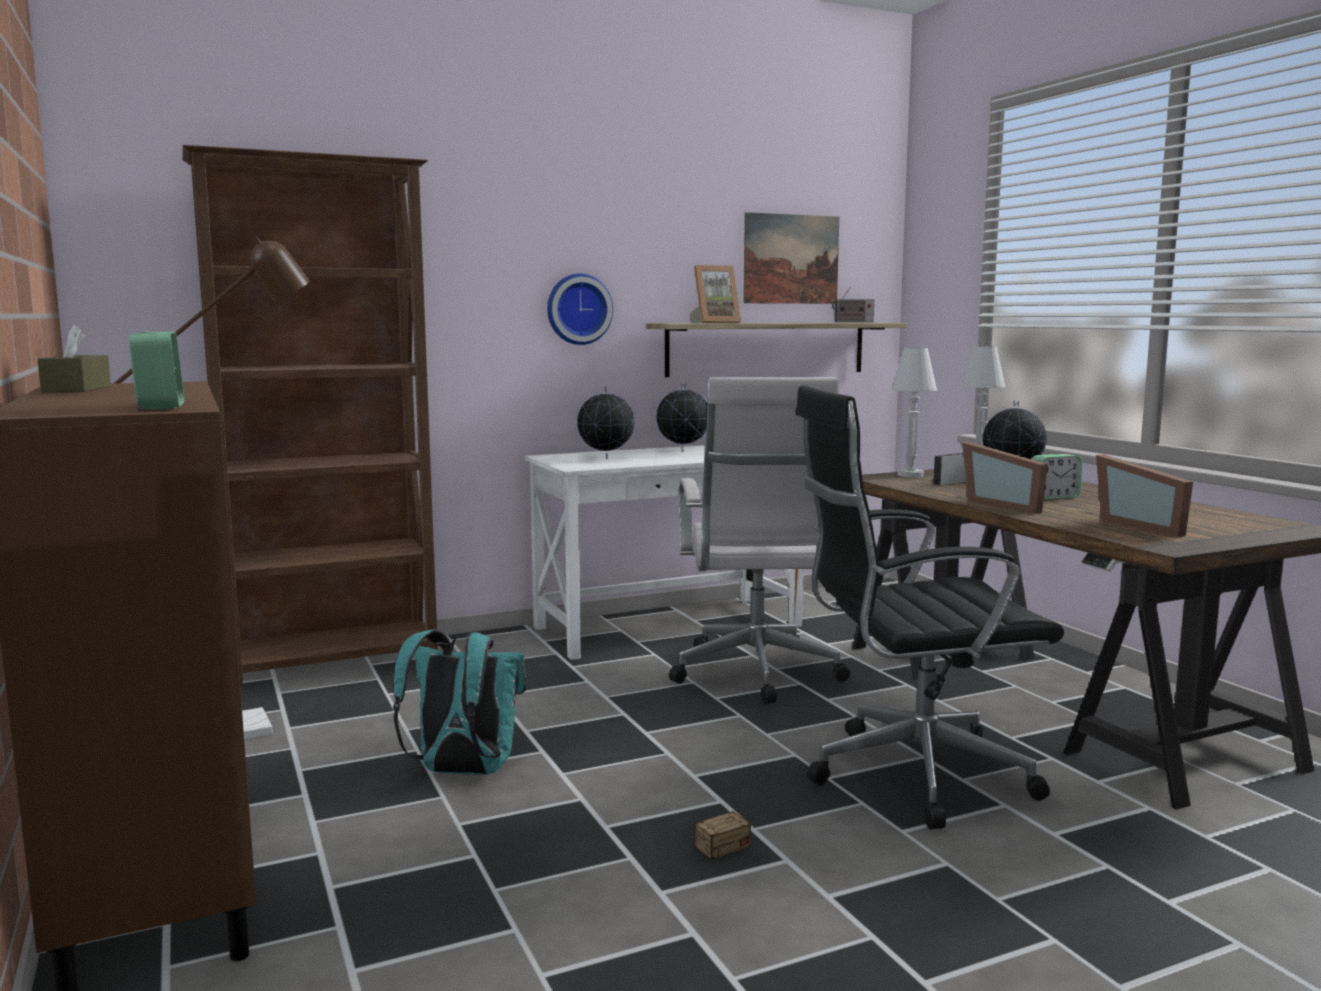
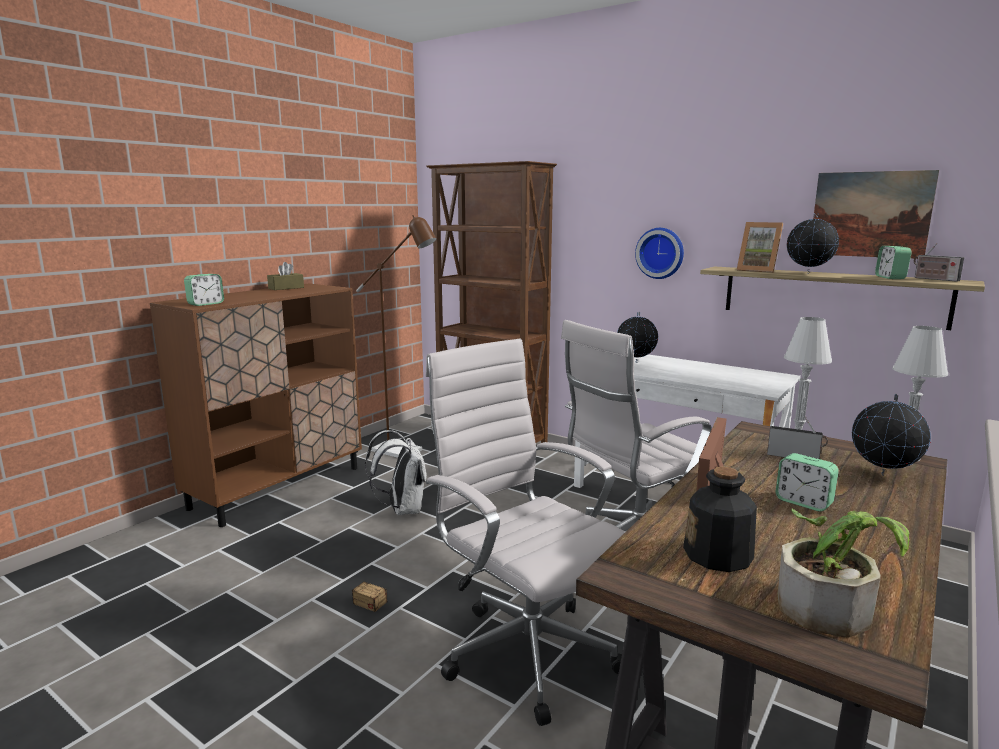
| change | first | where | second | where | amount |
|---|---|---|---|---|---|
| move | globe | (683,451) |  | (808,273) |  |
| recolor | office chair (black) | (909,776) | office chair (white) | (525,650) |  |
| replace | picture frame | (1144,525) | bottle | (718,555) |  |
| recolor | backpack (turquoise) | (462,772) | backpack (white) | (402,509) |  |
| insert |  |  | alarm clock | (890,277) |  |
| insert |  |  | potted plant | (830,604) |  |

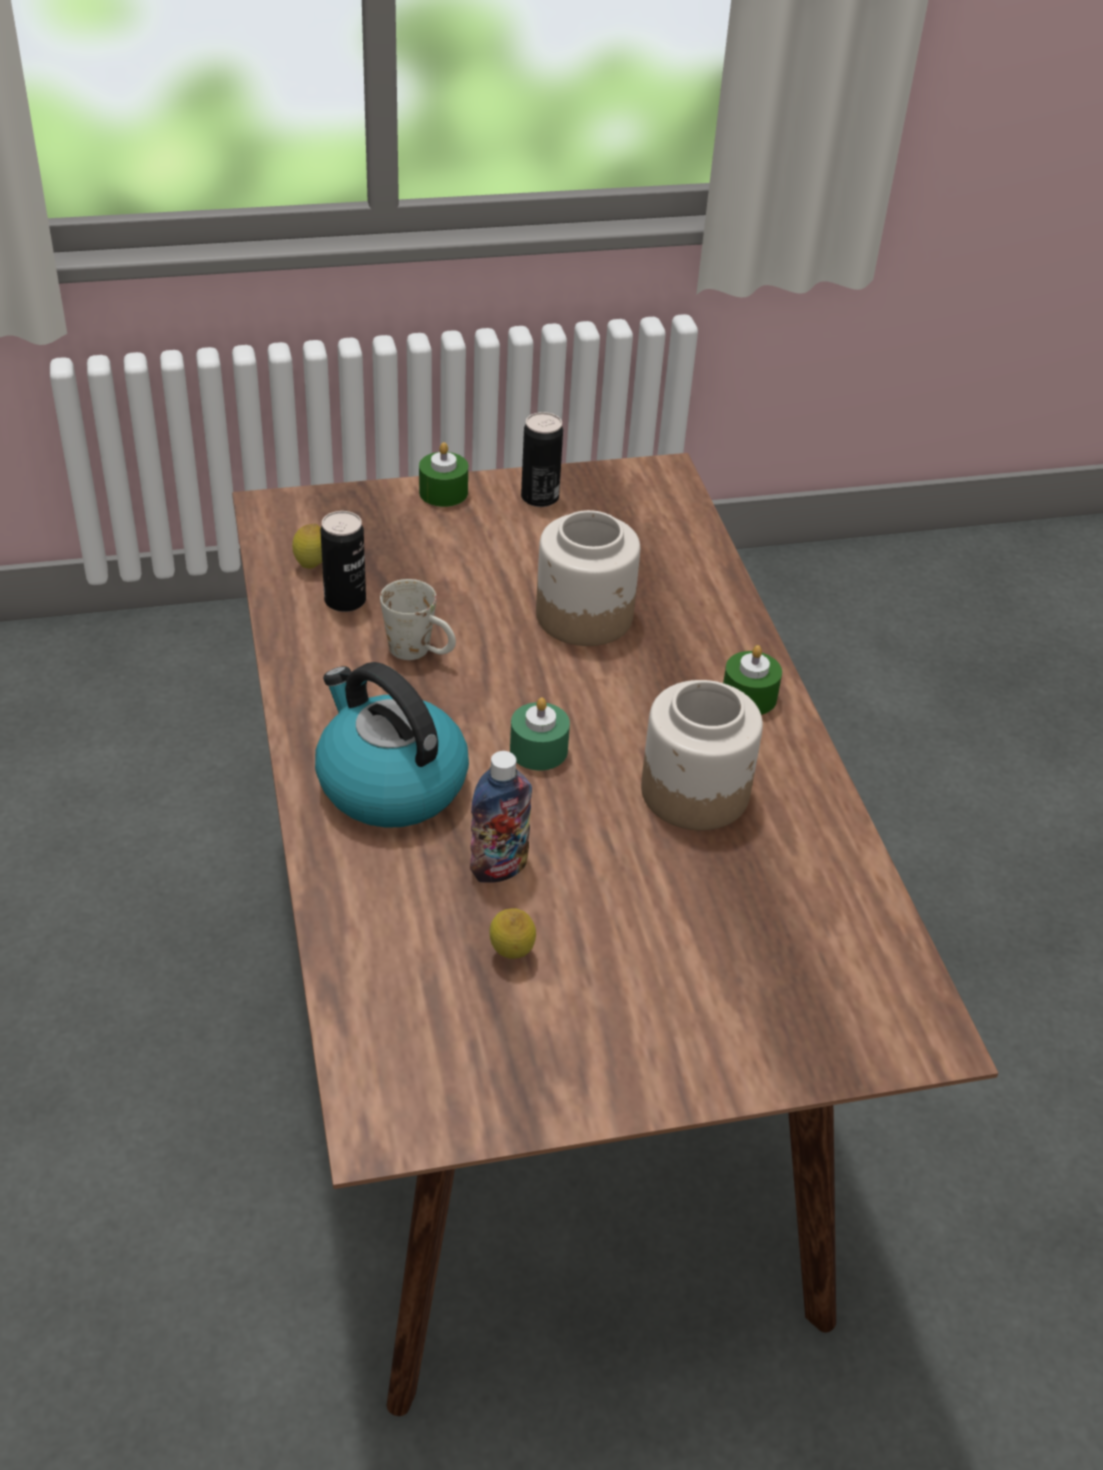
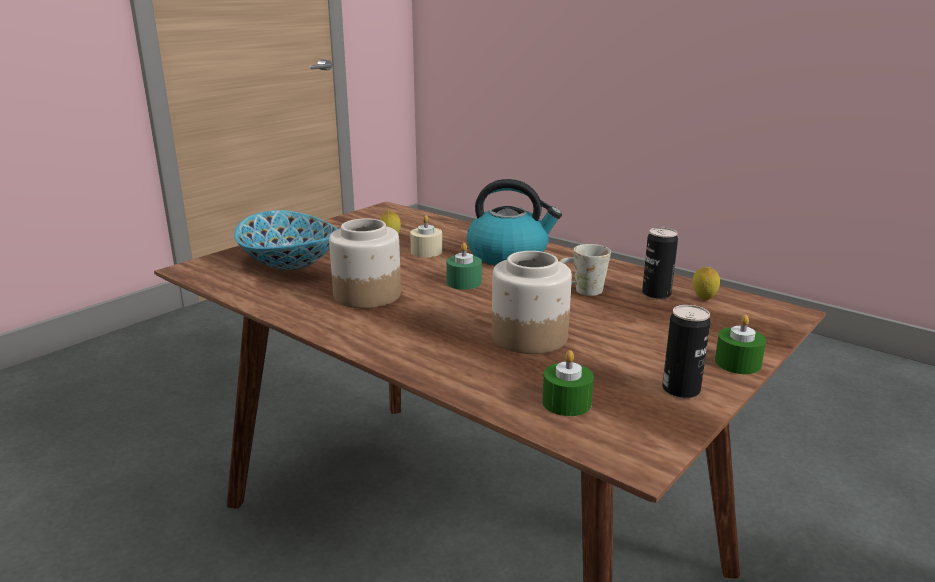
| change | first | where | second | where | amount |
|---|---|---|---|---|---|
| move | candle (green) | (749,697) |  | (566,402) |  |
| replace | bottle | (499,868) | candle (beige) | (426,251) |  |
| insert |  |  | bowl | (291,262) |  |

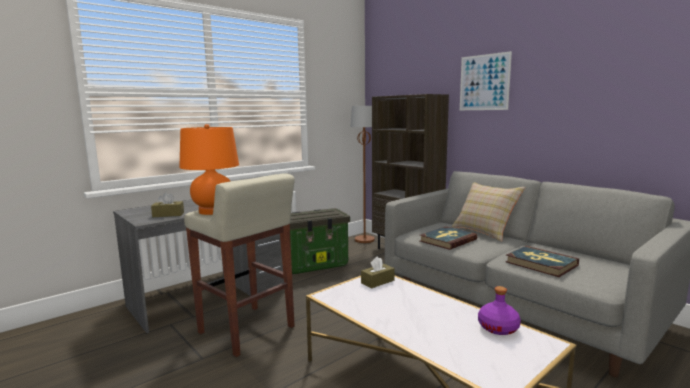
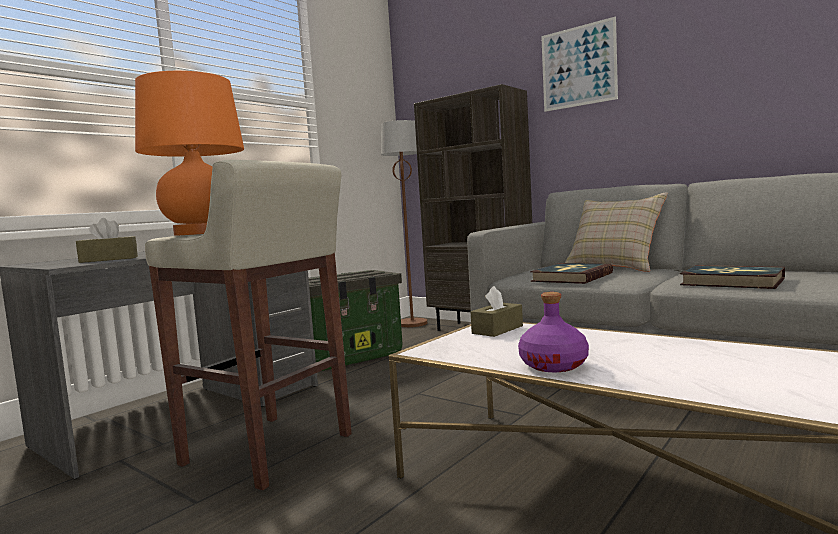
| change | first | where | second | where | amount |
|---|---|---|---|---|---|
| move | bottle (purple) | (498,328) |  | (553,365) |  |

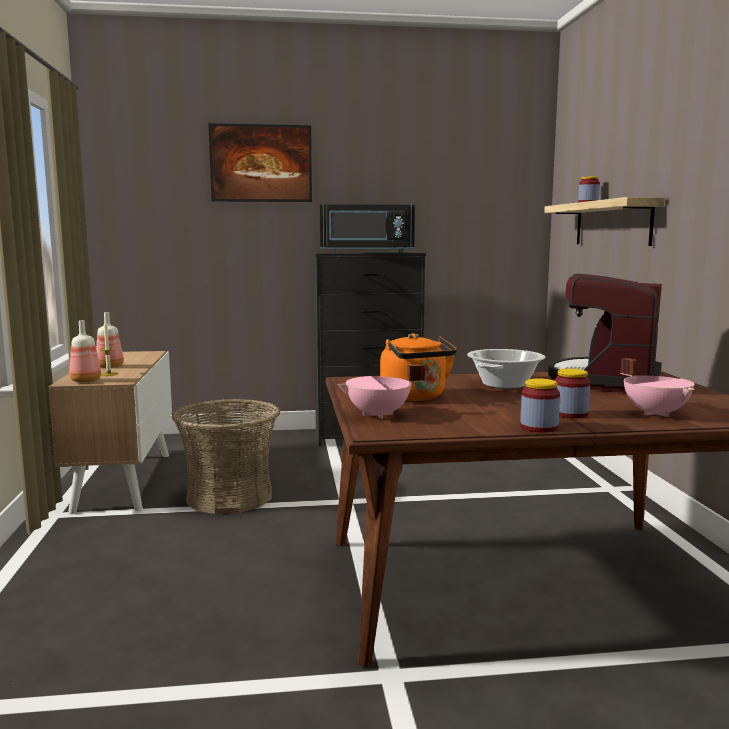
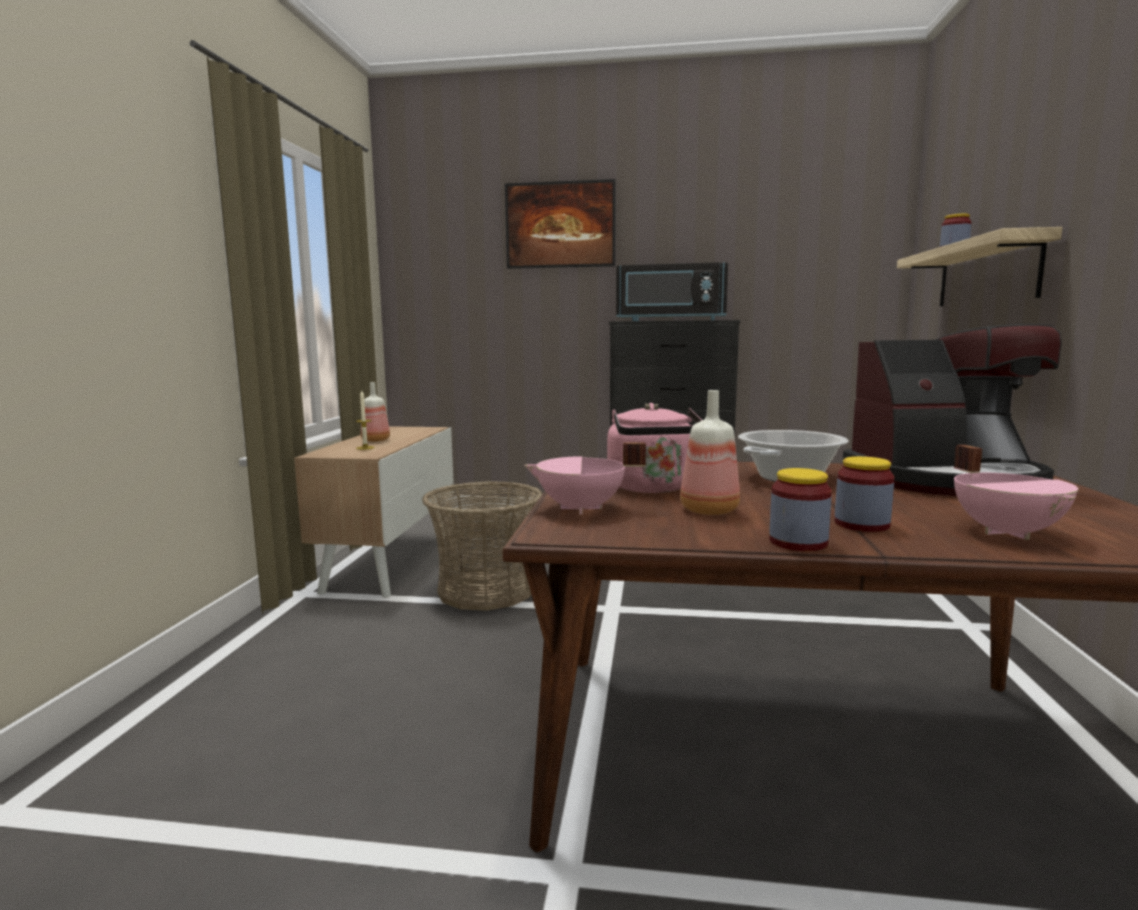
| change | first | where | second | where | amount |
|---|---|---|---|---|---|
| rotate | coffee machine | (606,381) |  | (945,480) | 135 degrees counterclockwise |
| move | bottle | (85,381) |  | (709,511) |  |
| recolor | kettle (orange) | (415,397) | kettle (pink) | (653,488) |  |

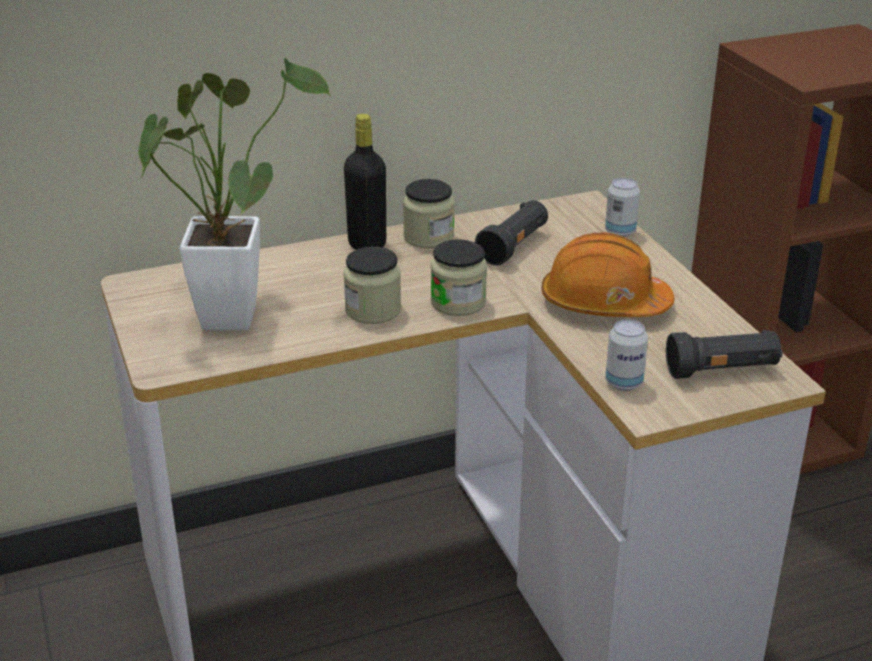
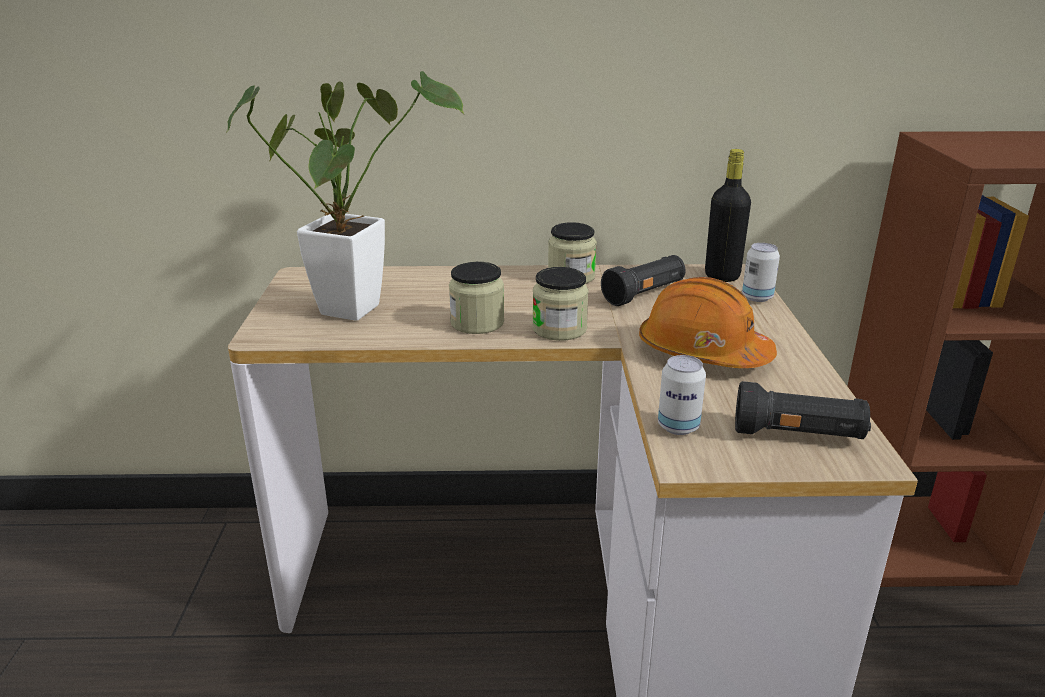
| change | first | where | second | where | amount |
|---|---|---|---|---|---|
| move | bottle (black) | (367,244) |  | (722,276) |  |

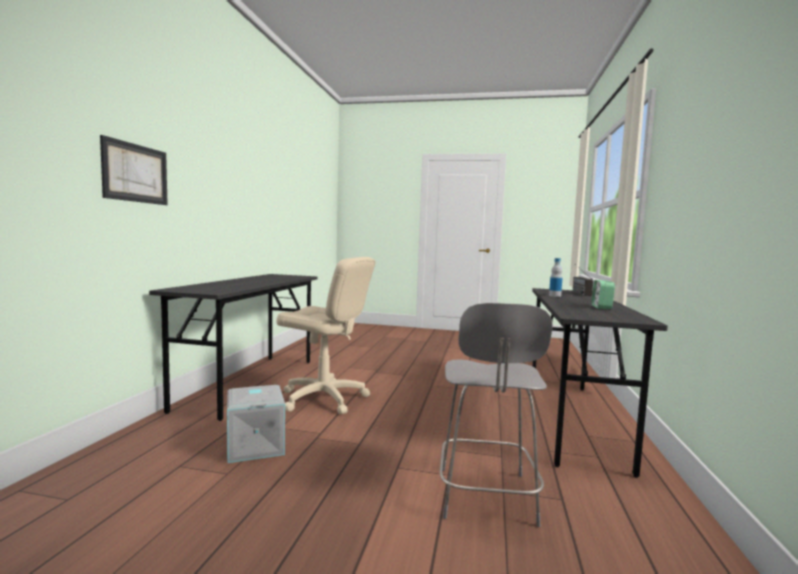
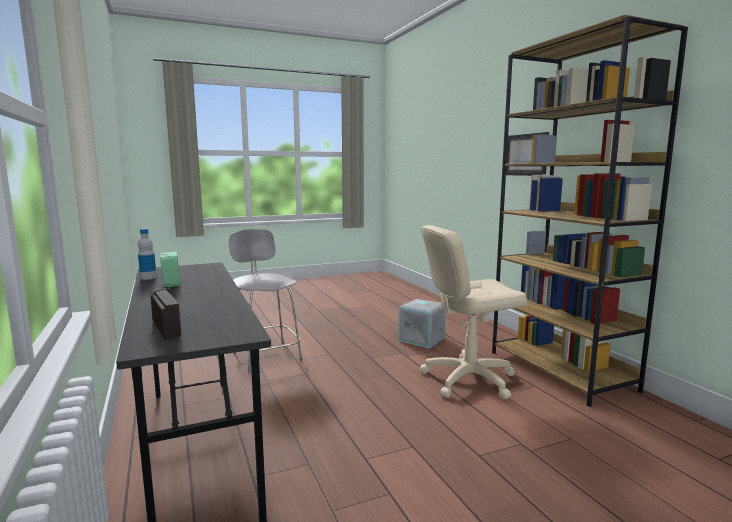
| change | first | where | second | where | amount |
|---|---|---|---|---|---|
| move | bottle | (555,296) |  | (148,277) |  |
| replace | desk (grey) | (250,383) | bookcase (brown) | (561,371) |  |

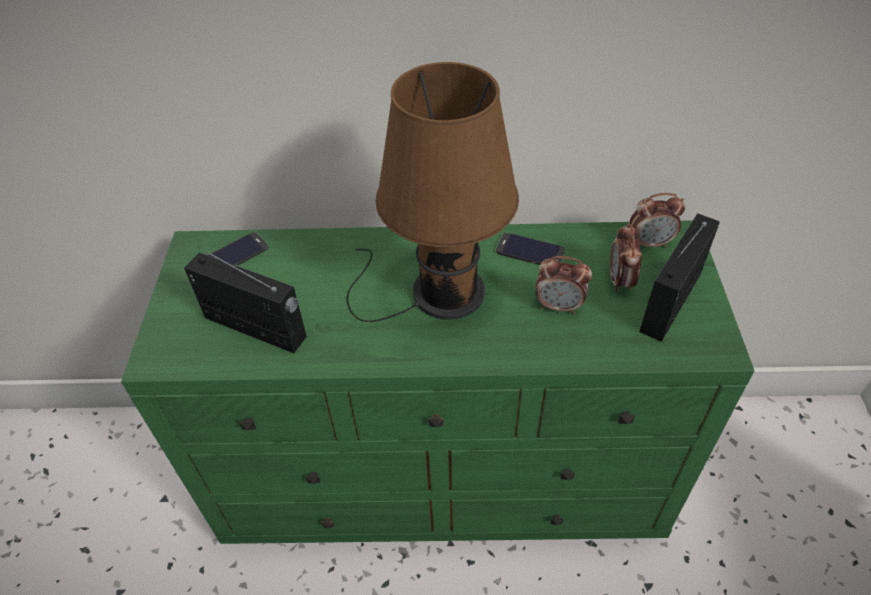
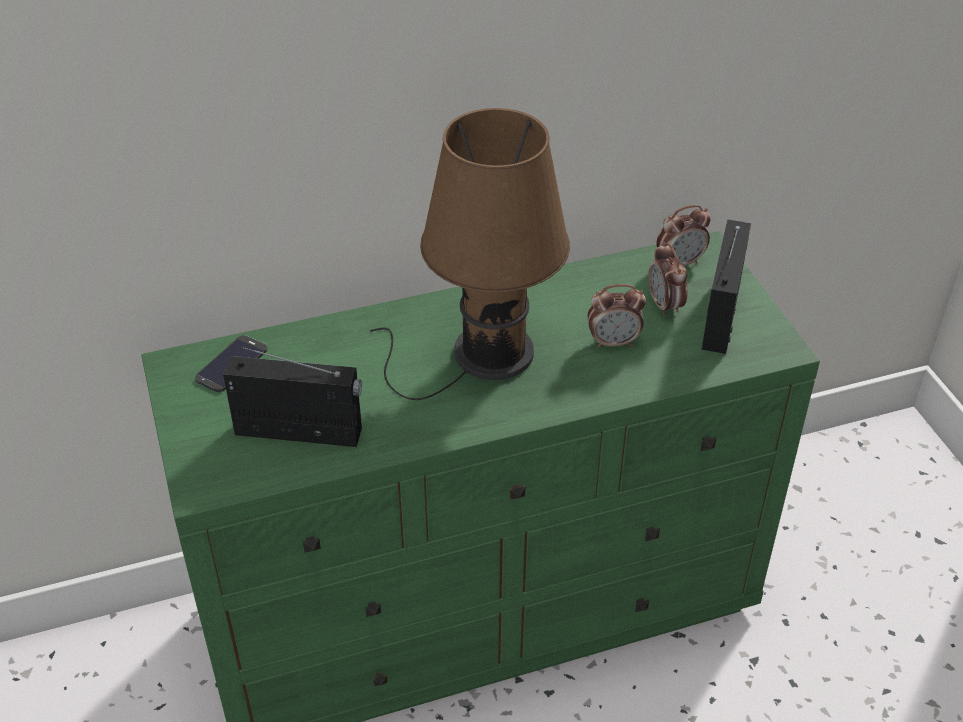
| change | first | where | second | where | amount |
|---|---|---|---|---|---|
| delete | phone | (530,251) |  |  |  |

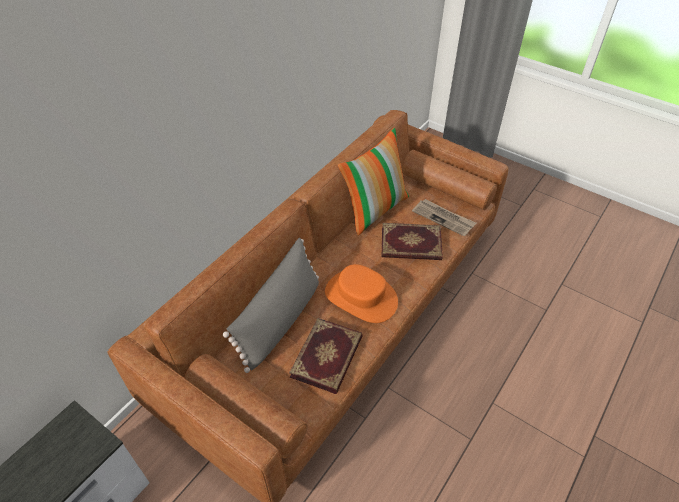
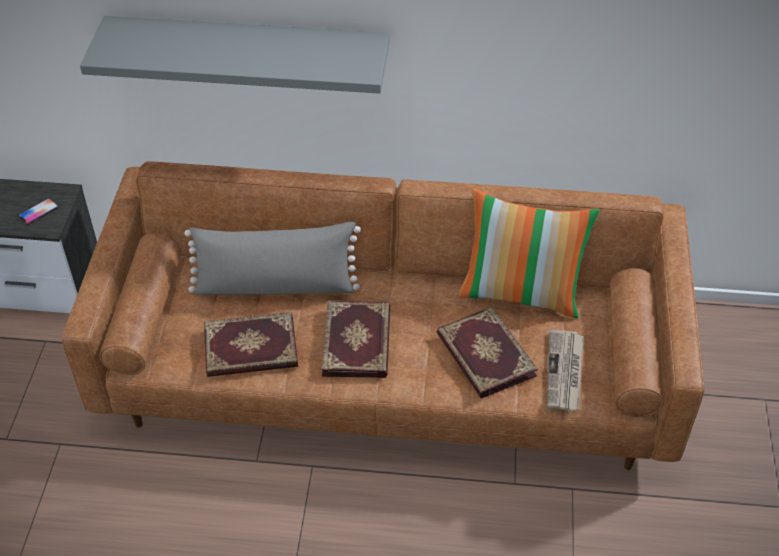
| change | first | where | second | where | amount |
|---|---|---|---|---|---|
| replace | hat (orange) | (361,297) | book | (358,342) |  |
| insert |  |  | shelf (grey) | (248,52) |  |
| insert |  |  | phone | (38,212) |  |

